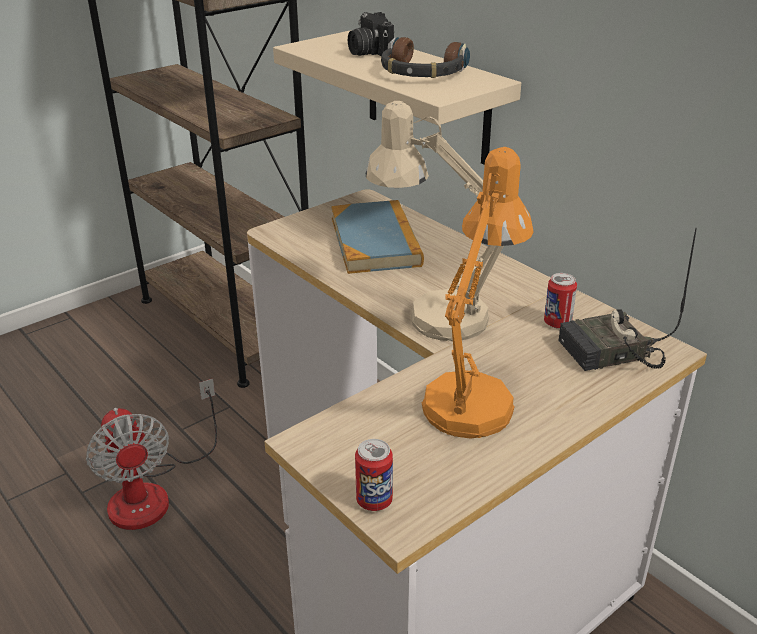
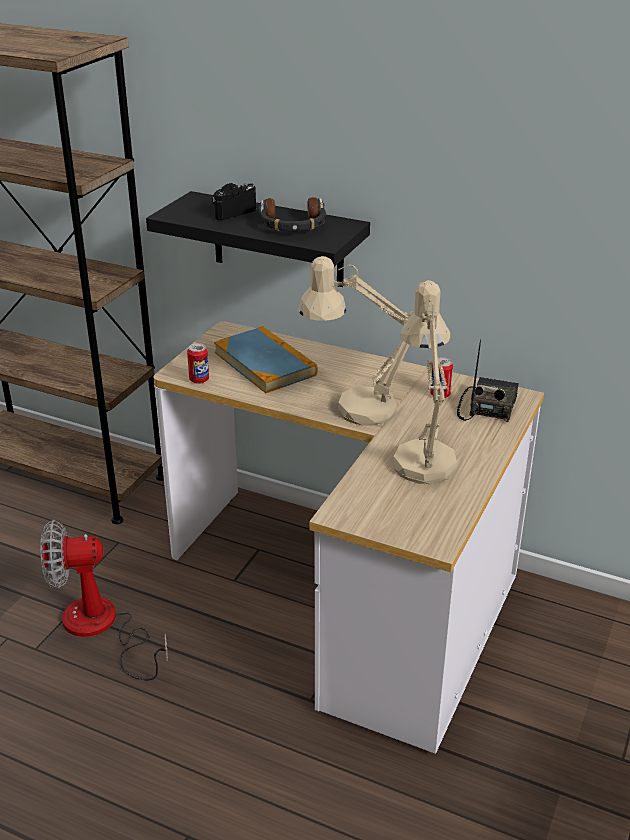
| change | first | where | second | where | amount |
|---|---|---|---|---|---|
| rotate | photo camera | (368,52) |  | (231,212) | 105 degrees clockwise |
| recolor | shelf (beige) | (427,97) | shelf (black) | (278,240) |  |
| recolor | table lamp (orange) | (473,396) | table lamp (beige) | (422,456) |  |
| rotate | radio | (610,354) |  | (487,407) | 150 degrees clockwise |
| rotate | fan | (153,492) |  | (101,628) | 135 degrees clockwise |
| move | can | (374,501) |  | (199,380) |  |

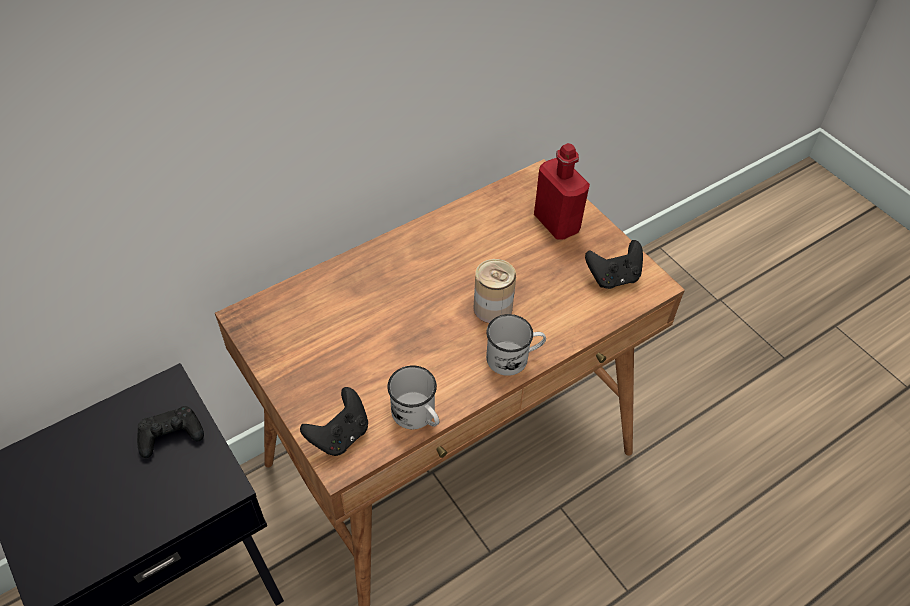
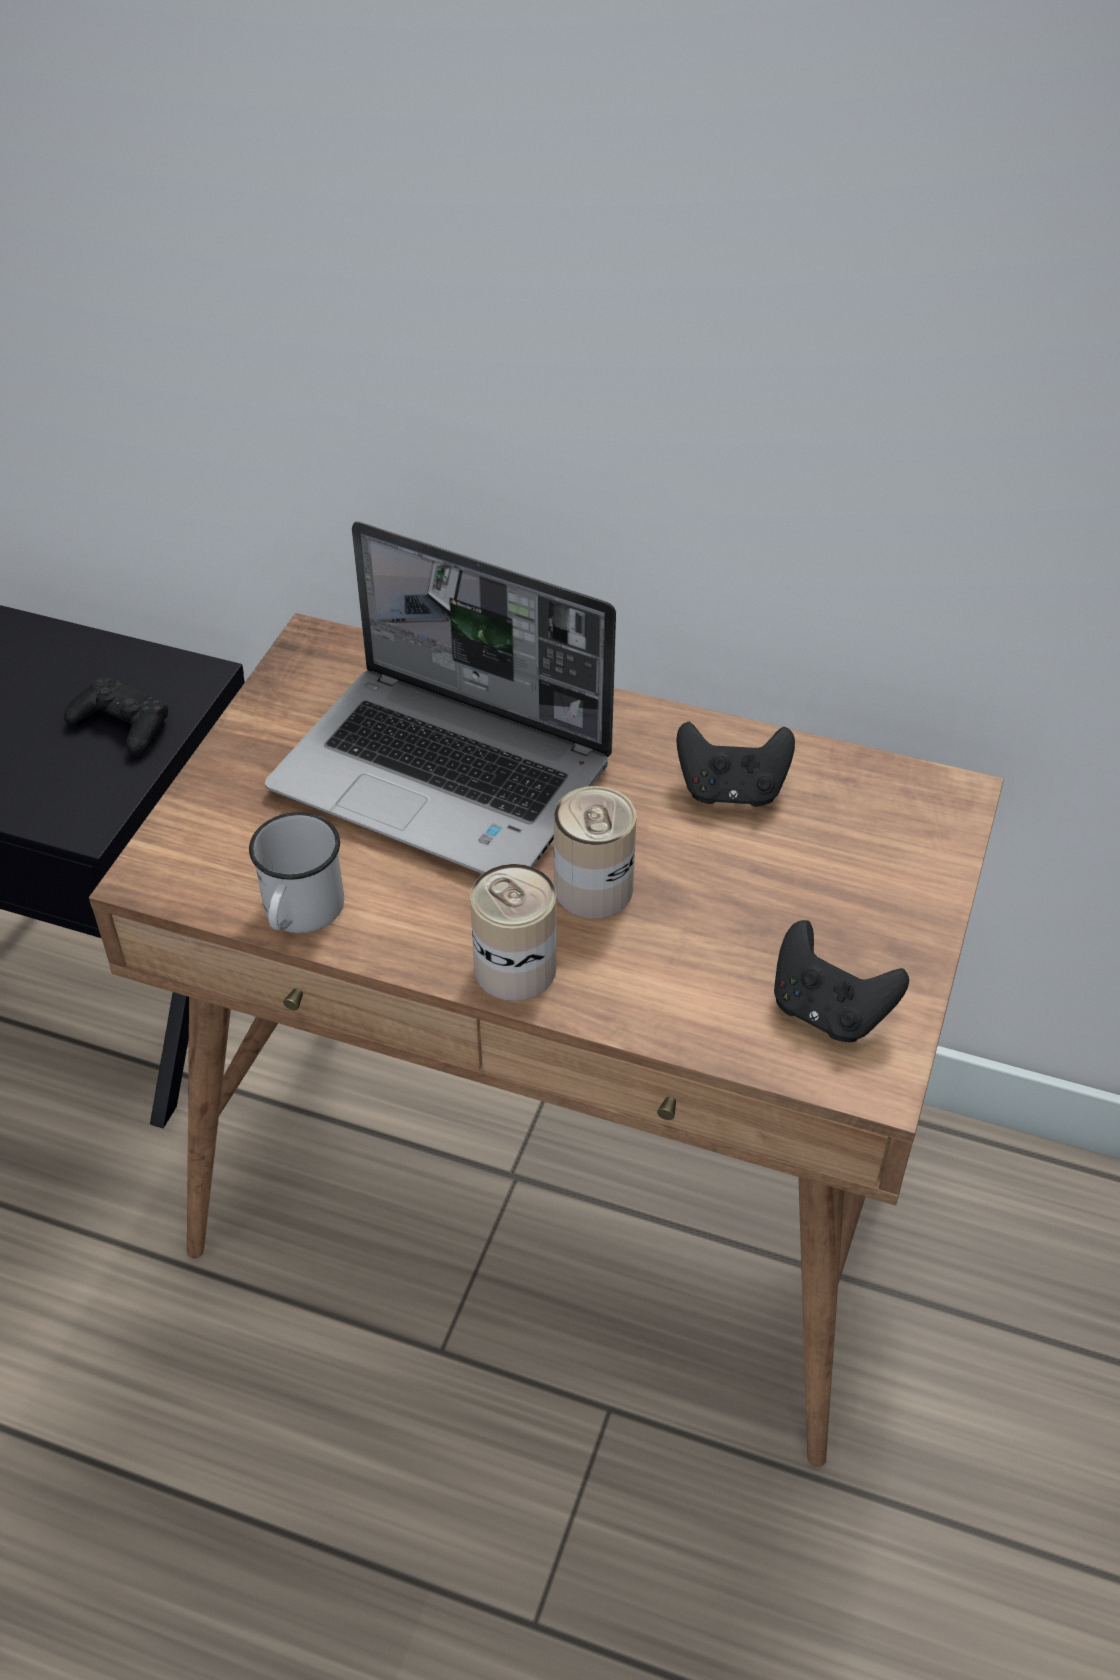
| change | first | where | second | where | amount |
|---|---|---|---|---|---|
| delete | bottle (red) | (556,223) |  |  |  |
| replace | mug (white) | (514,358) | can | (515,968) |  |
| move | game controller (black) | (340,435) |  | (731,790) |  |
| insert |  |  | laptop | (446,777) |  |

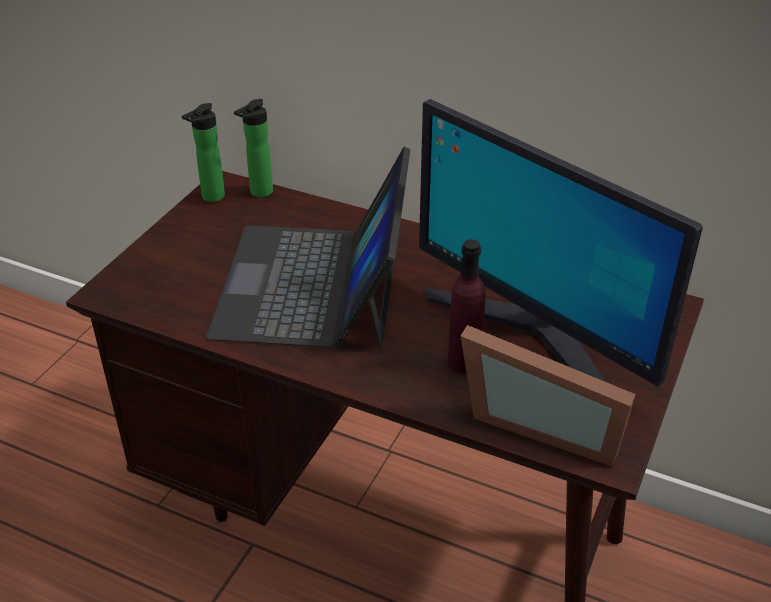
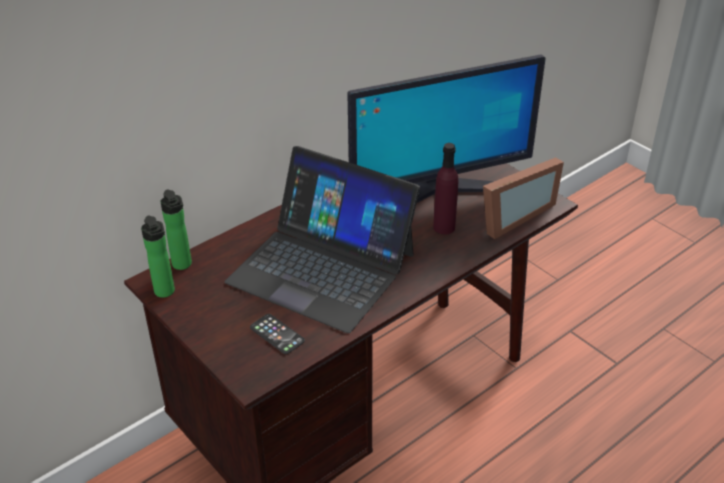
| change | first | where | second | where | amount |
|---|---|---|---|---|---|
| insert |  |  | phone | (277,334) |  |

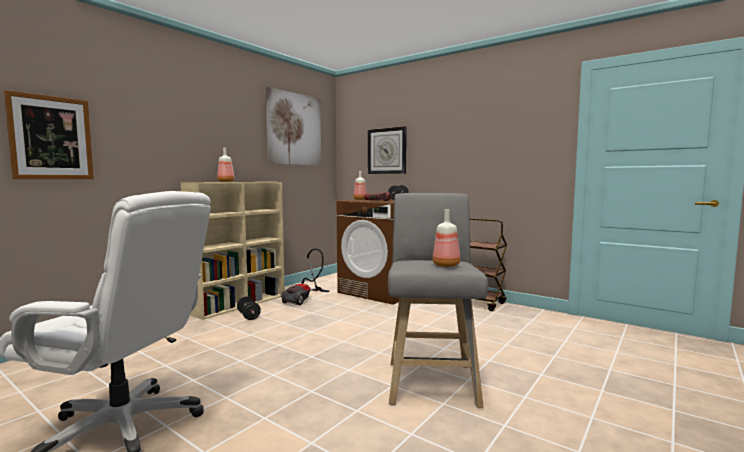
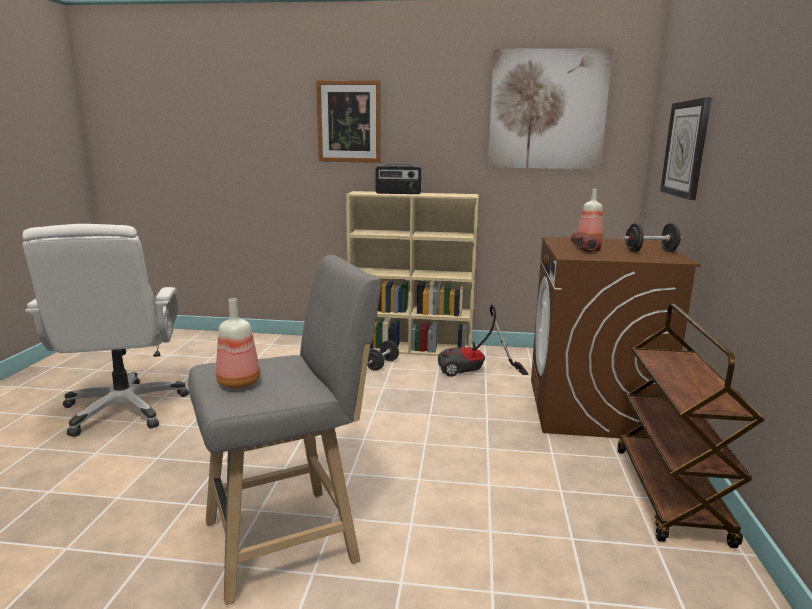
| change | first | where | second | where | amount |
|---|---|---|---|---|---|
| move | picture | (51,138) |  | (349,121) |  |
| replace | bottle | (226,181) | radio | (398,193) |  |

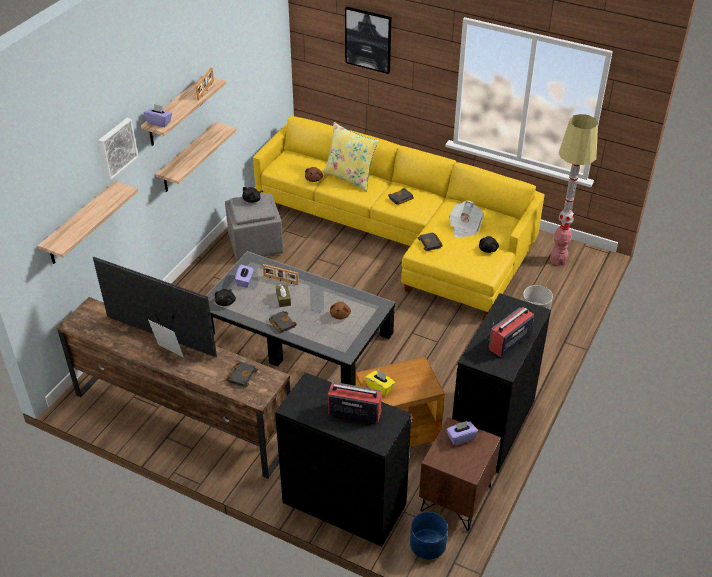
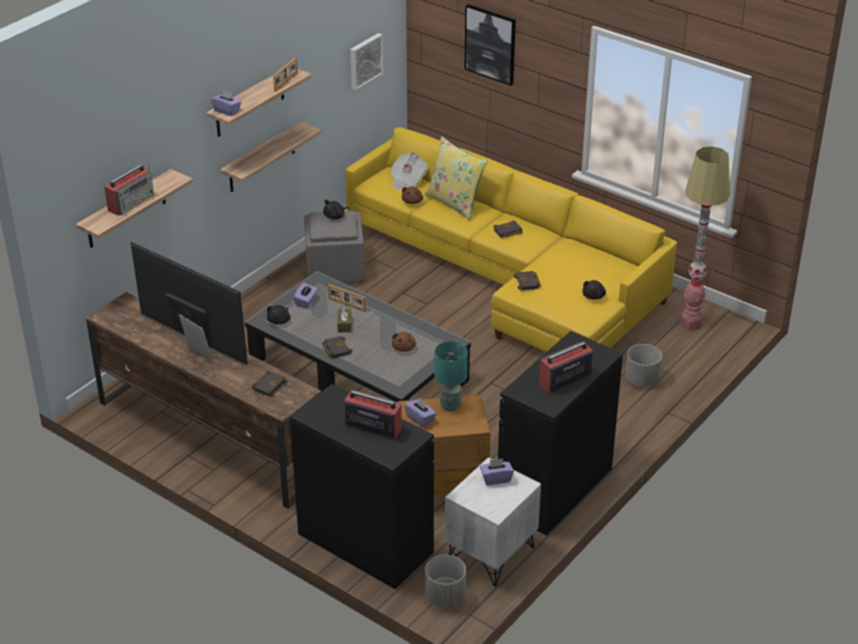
| change | first | where | second | where | amount |
|---|---|---|---|---|---|
| move | picture | (116,148) |  | (364,60) |  |
| move | newspaper | (464,227) |  | (407,180) |  |
| recolor | tissue box (yellow) | (380,388) | tissue box (purple) | (420,419) |  |
| recolor | nightstand (brown) | (456,498) | nightstand (white) | (491,554) |  |
| recolor | planter (blue) | (427,547) | planter (grey) | (445,596) |  |
| insert |  |  | radio | (131,202) |  |
| insert |  |  | table lamp (turquoise) | (450,405) |  |

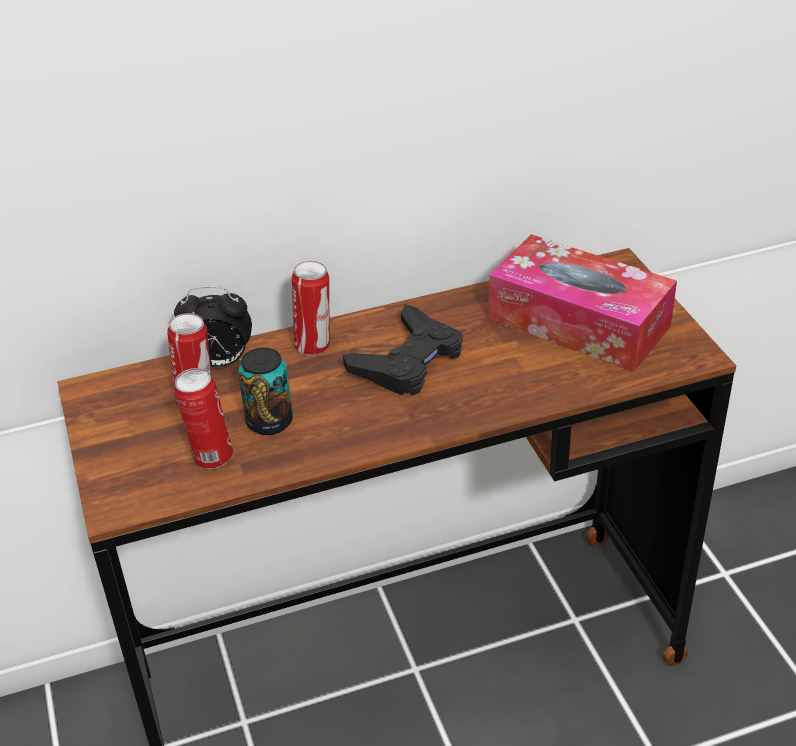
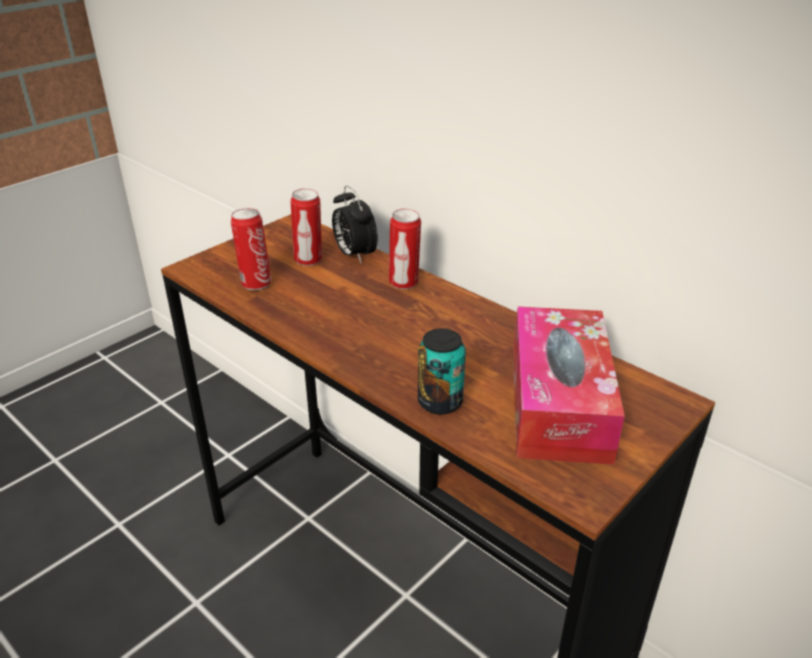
| change | first | where | second | where | amount |
|---|---|---|---|---|---|
| delete | game controller (black) | (408,361) |  |  |  |
| move | can | (269,422) |  | (440,402) |  |

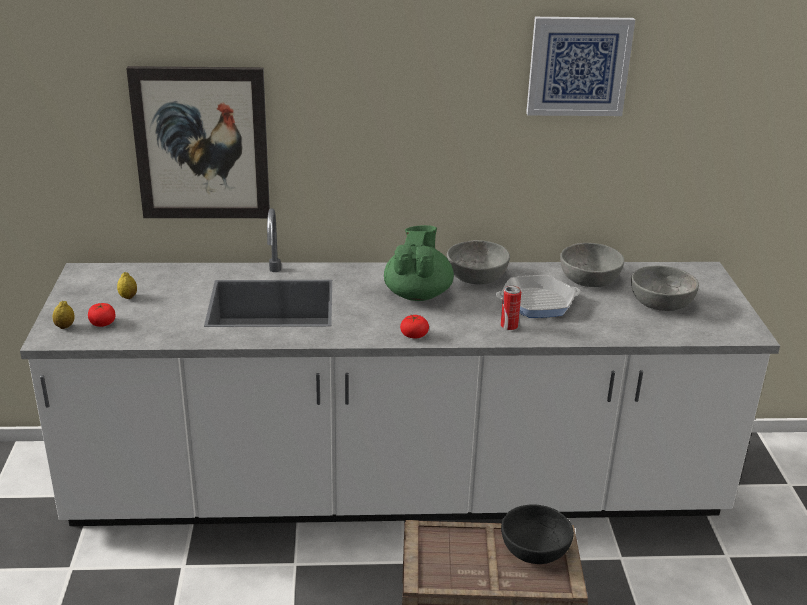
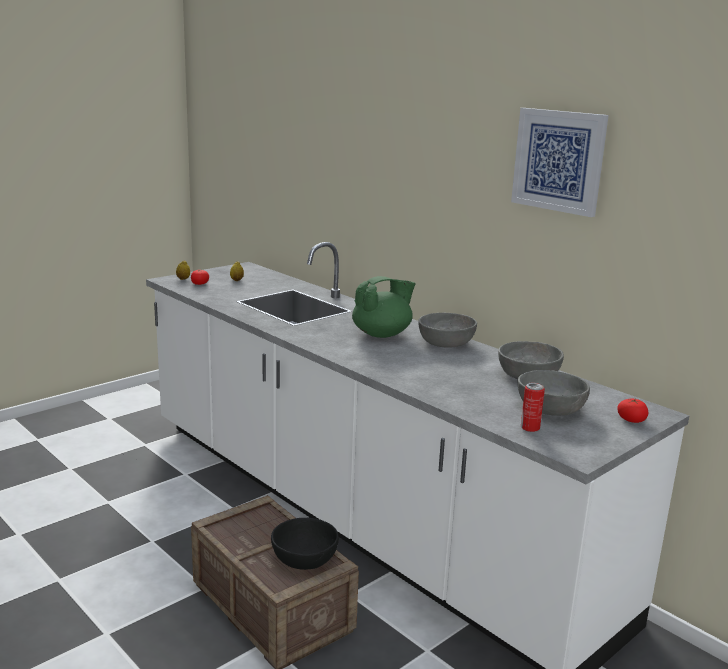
| change | first | where | second | where | amount |
|---|---|---|---|---|---|
| delete | picture | (201,143) |  |  |  |
| delete | frying pan | (537,302) |  |  |  |
| move | can | (509,326) |  | (530,428) |  |
| move | tomato | (414,335) |  | (631,420) |  |

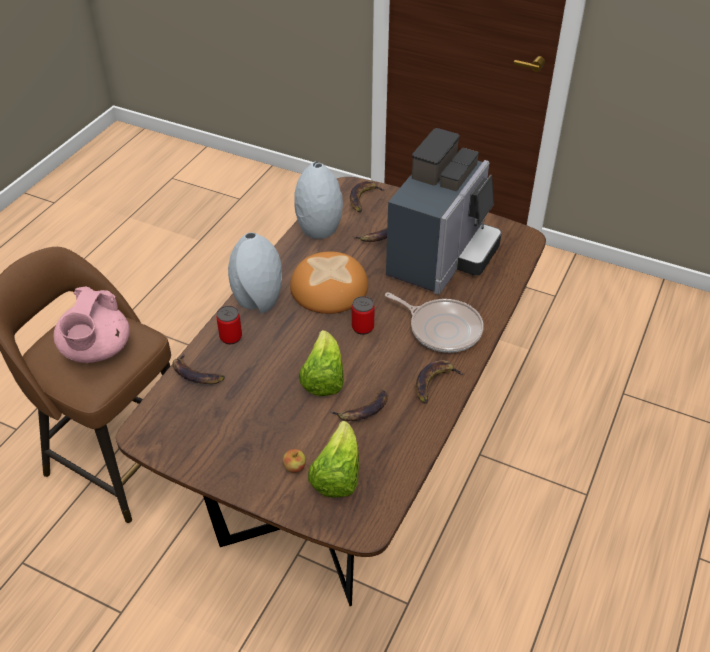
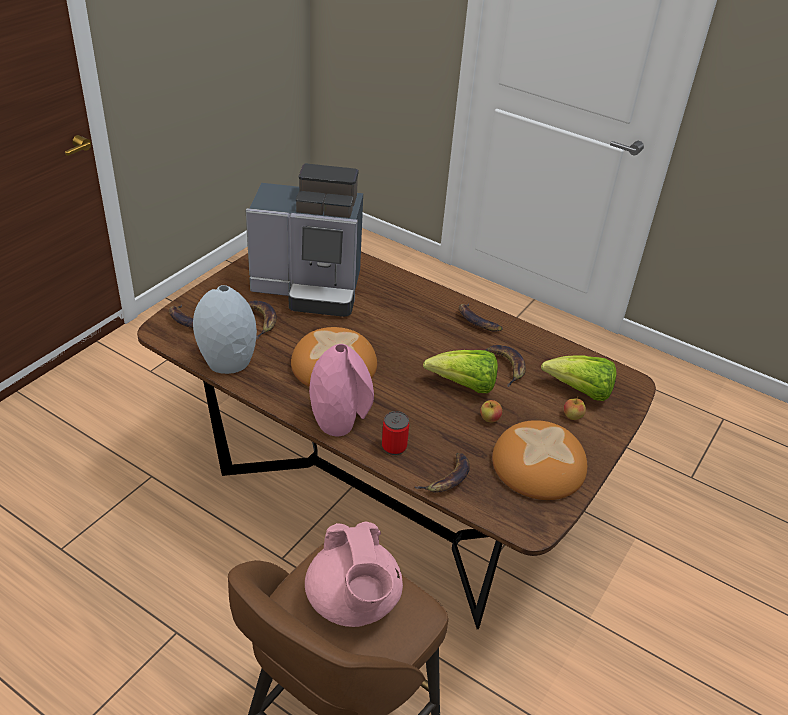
| change | first | where | second | where | amount |
|---|---|---|---|---|---|
| rotate | coffee machine | (442,257) |  | (310,288) | 150 degrees clockwise |
| recolor | vase (grey) | (258,301) | vase (pink) | (340,420) |  |
| rotate | teapot (pink) | (96,351) |  | (353,602) | 60 degrees clockwise |
| delete | frying pan | (442,328) |  |  |  |
| delete | can | (362,327) |  |  |  |
| insert |  |  | apple | (489,419) |  |
| insert |  |  | bread | (537,465) |  |

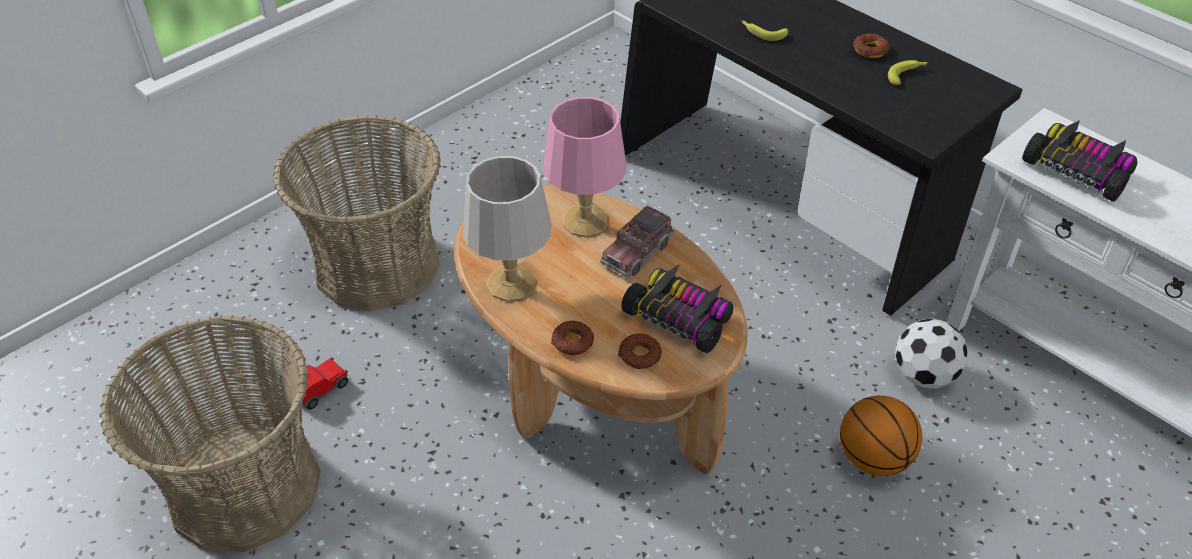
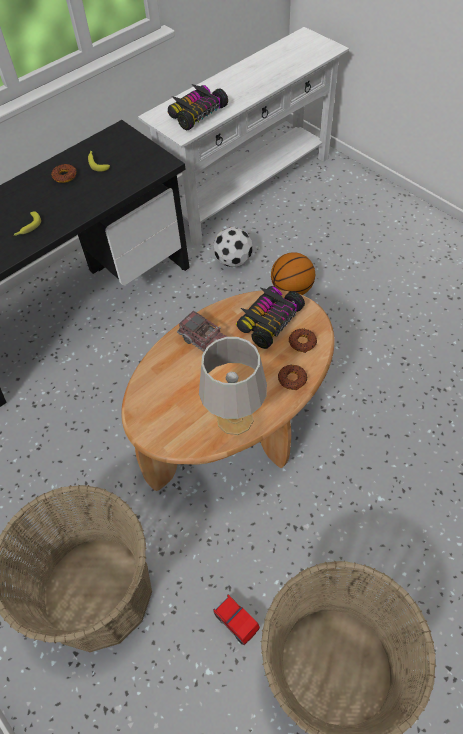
| change | first | where | second | where | amount |
|---|---|---|---|---|---|
| delete | table lamp (pink) | (584,221) |  |  |  |

